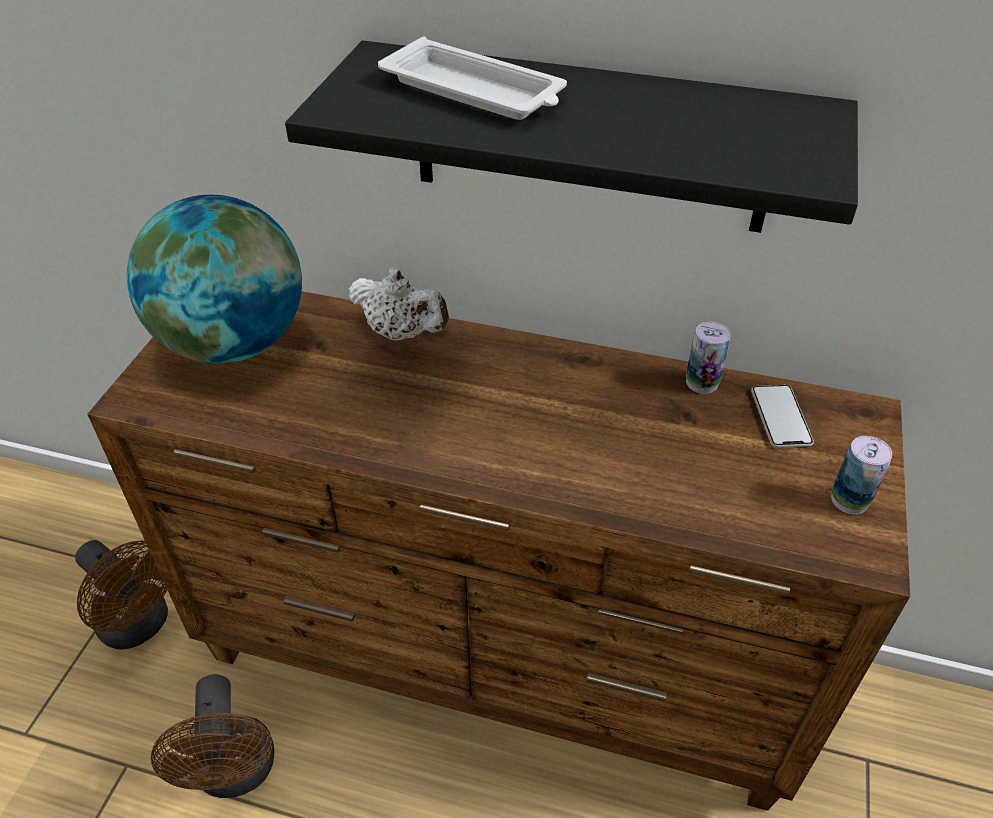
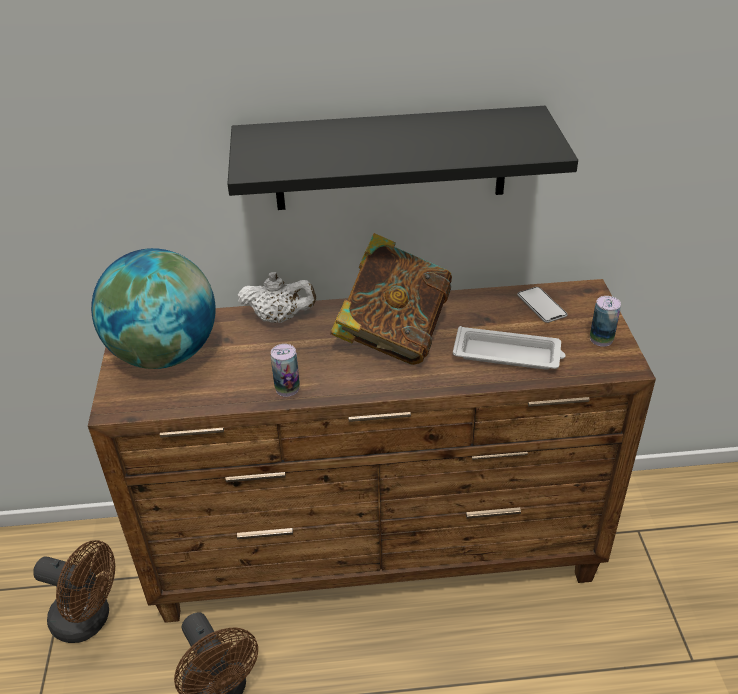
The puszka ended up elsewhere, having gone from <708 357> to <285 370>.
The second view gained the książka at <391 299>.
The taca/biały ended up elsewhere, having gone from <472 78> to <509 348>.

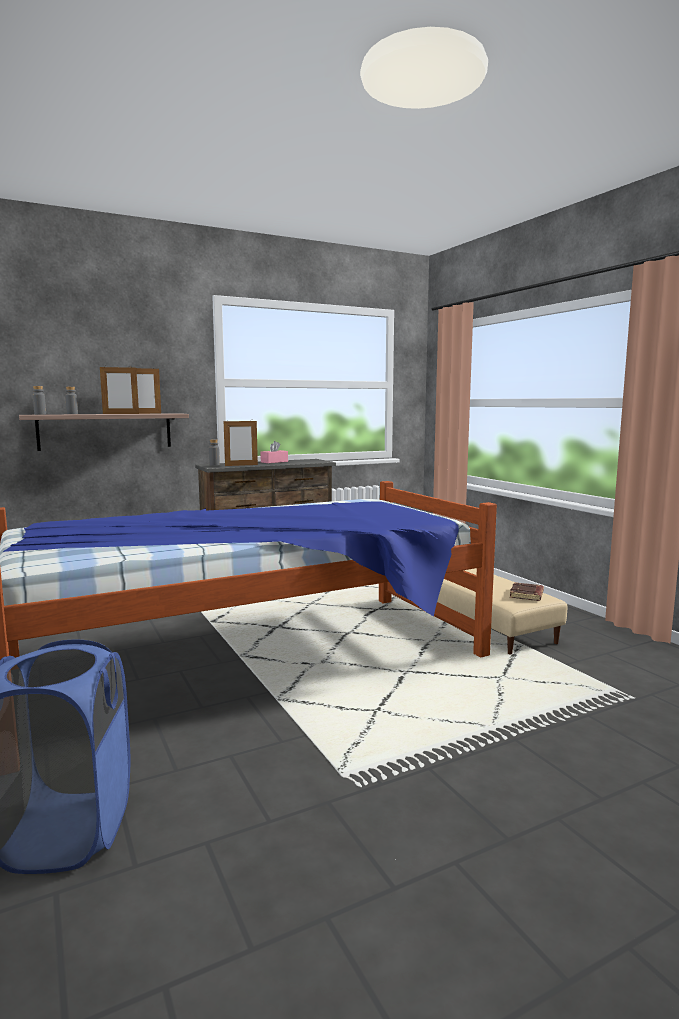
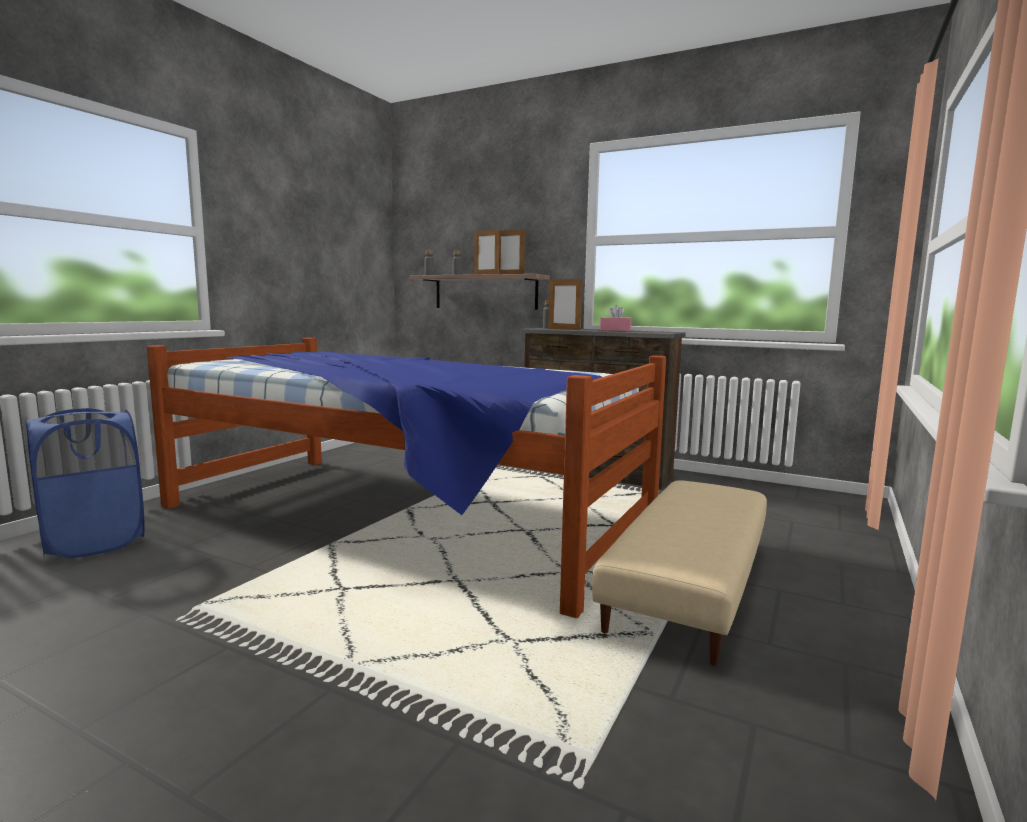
The second view lost the książka/brązowy at <527 591>.

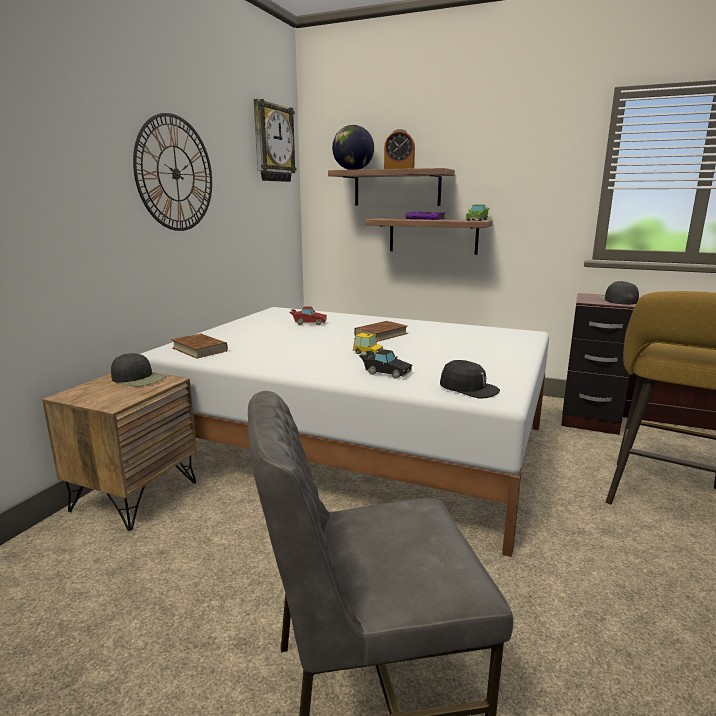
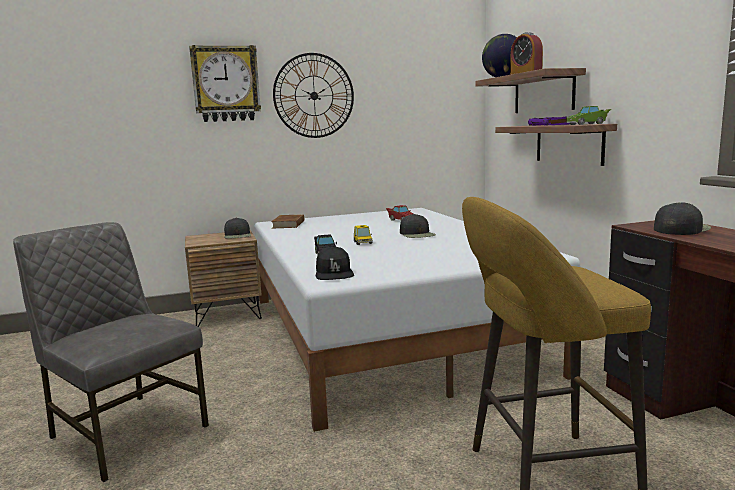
The zegar ścienny ended up elsewhere, having gone from <275 140> to <225 83>.
Where the książka/brązowy stood at <381 331>, the czapka z daszkiem/czarny came to stand at <418 226>.

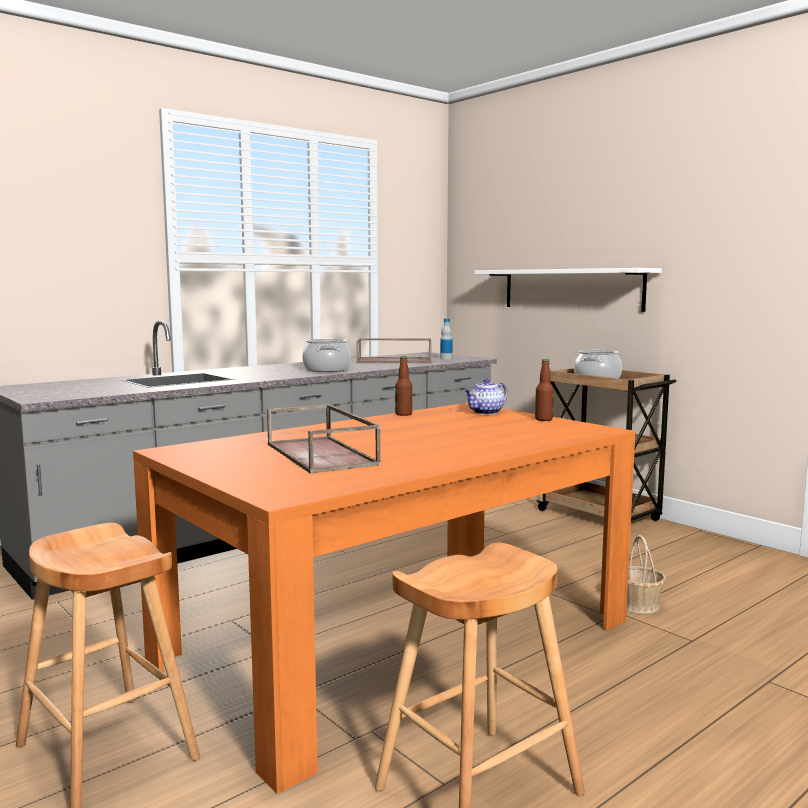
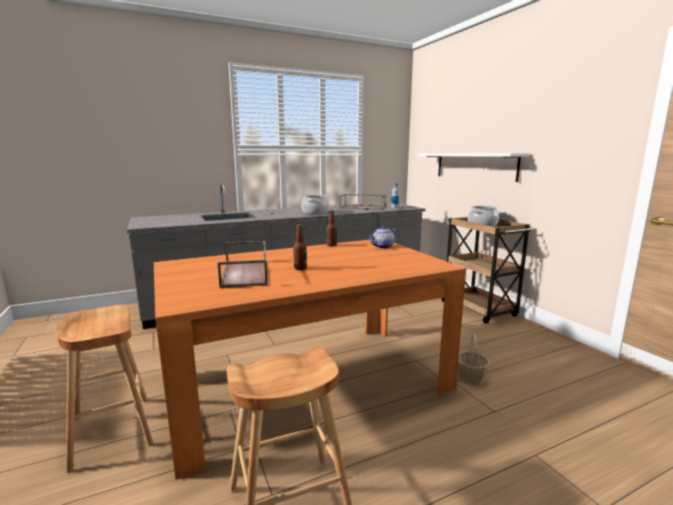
The butelka ended up elsewhere, having gone from <544 390> to <300 247>.

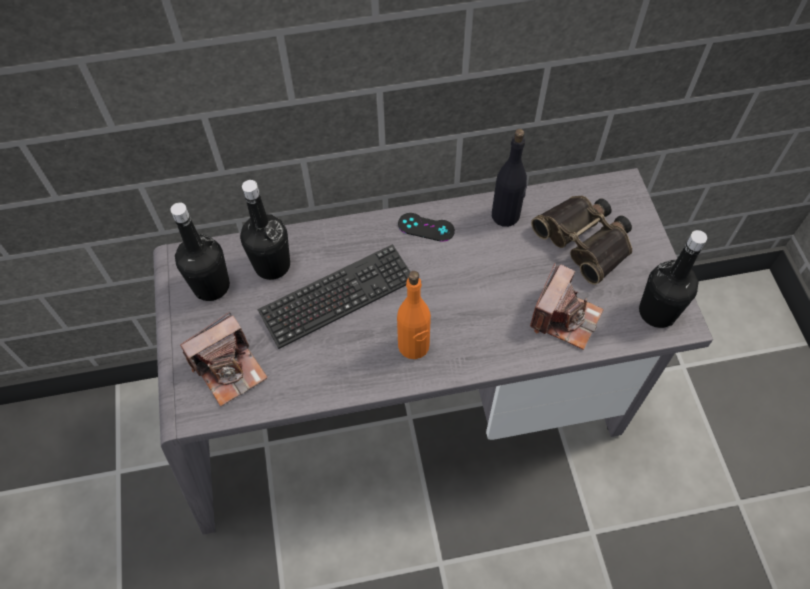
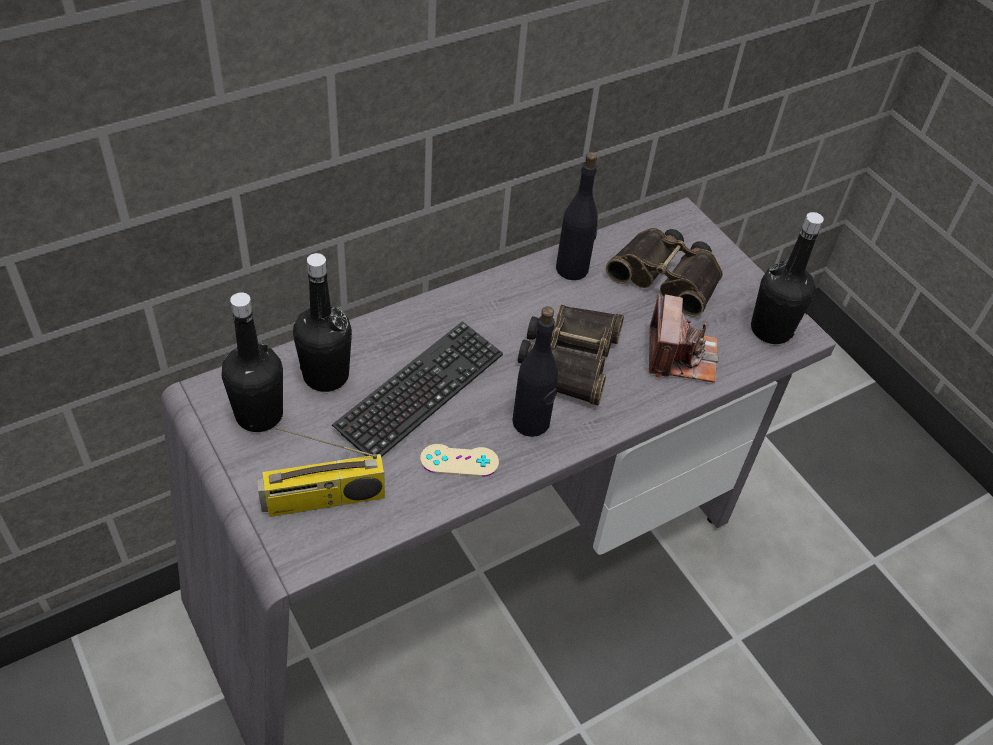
Where the aparat fotograficzny stood at <224 359>, the radio came to stand at <321 472>.
The second view gained the pad do gier/beżowy at <459 460>.
What was the butelka/pomarańczowy at <414 315> turned into the butelka/czarny at <535 371>.
The second view gained the lornetka at <571 354>.
The second view lost the pad do gier/czarny at <426 227>.

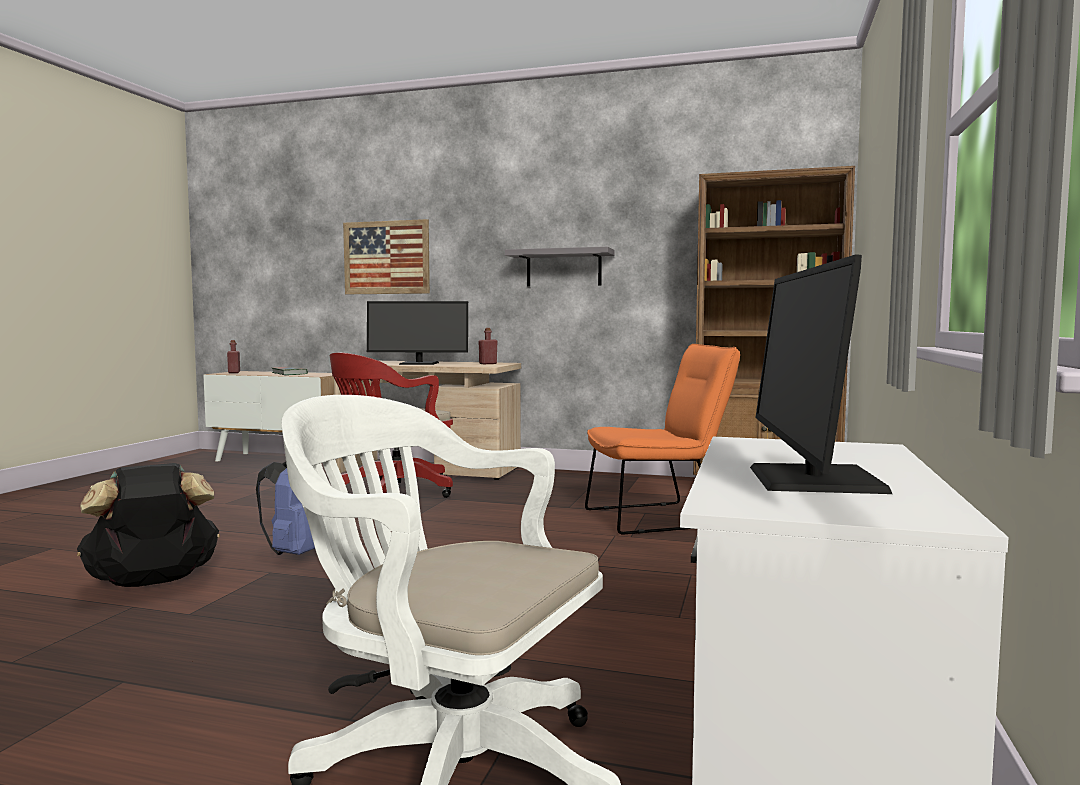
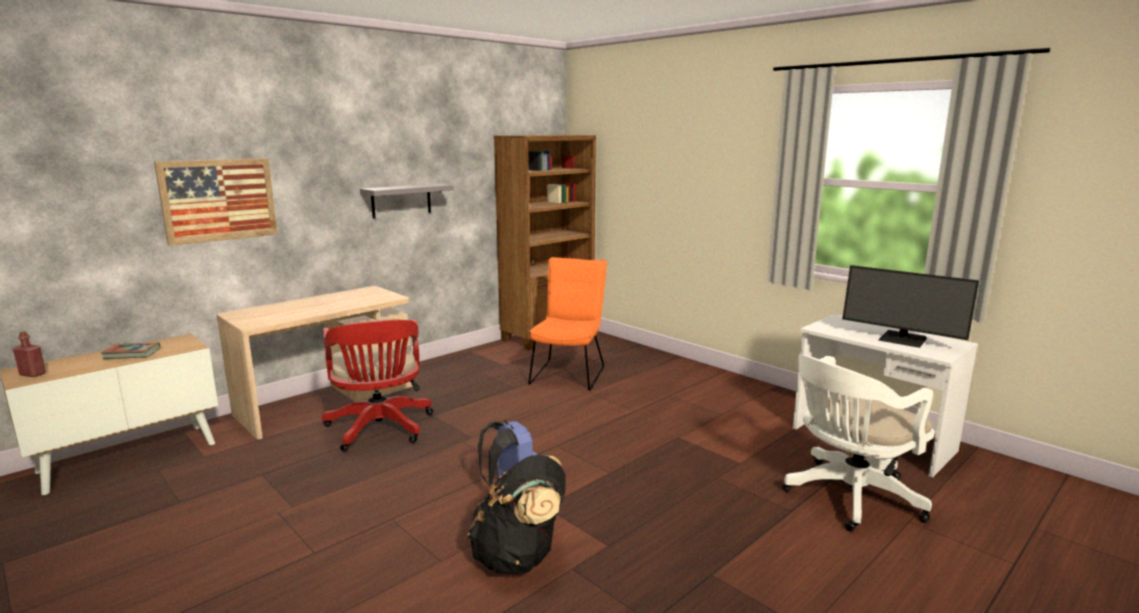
The second view lost the monitor at <417 333>.
The second view lost the butelka/czerwony at <488 346>.

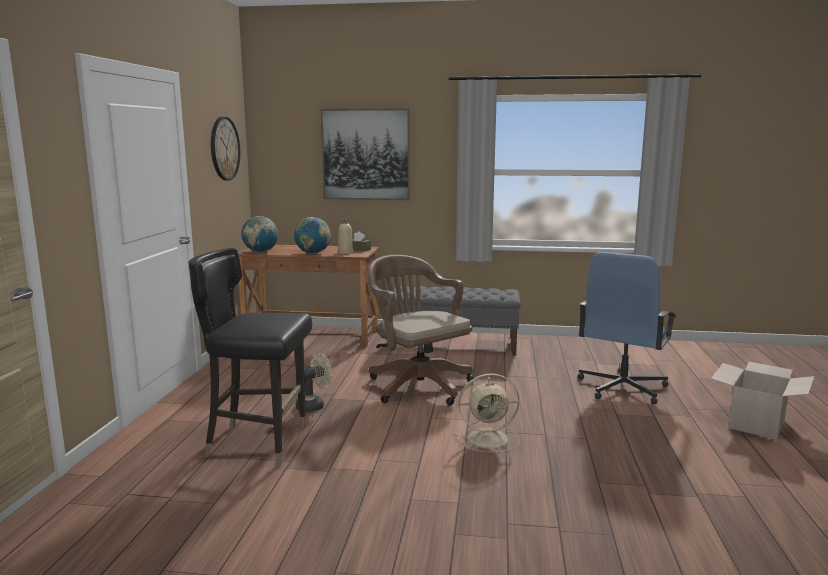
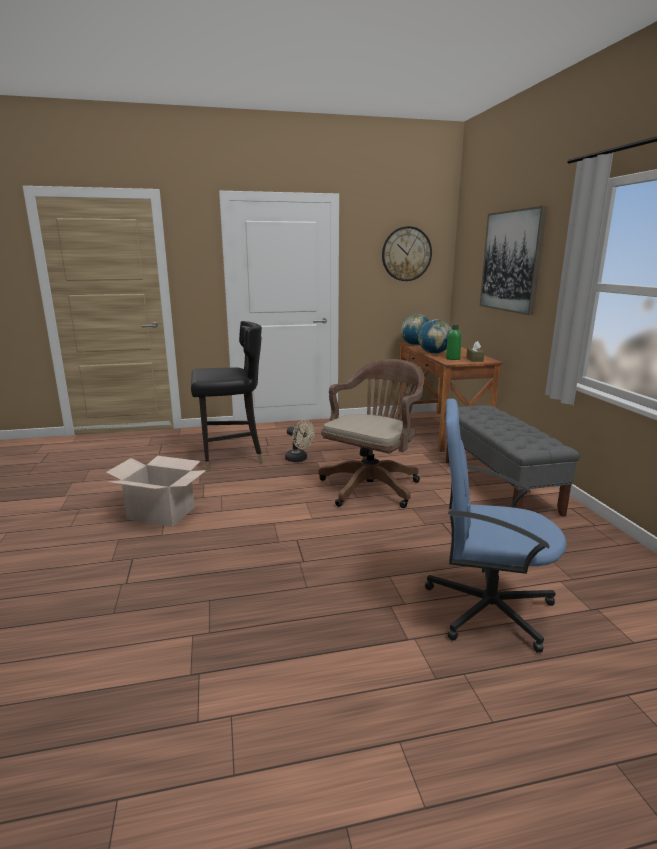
The karton ended up elsewhere, having gone from <763 401> to <156 491>.
The krzesło/czarny at <250 357> ended up facing another way, 90 degrees clockwise from before.
What was the butelka/beżowy at <345 236> turned into the butelka/zielony at <453 342>.
The second view lost the wentylator/beżowy at <487 413>.

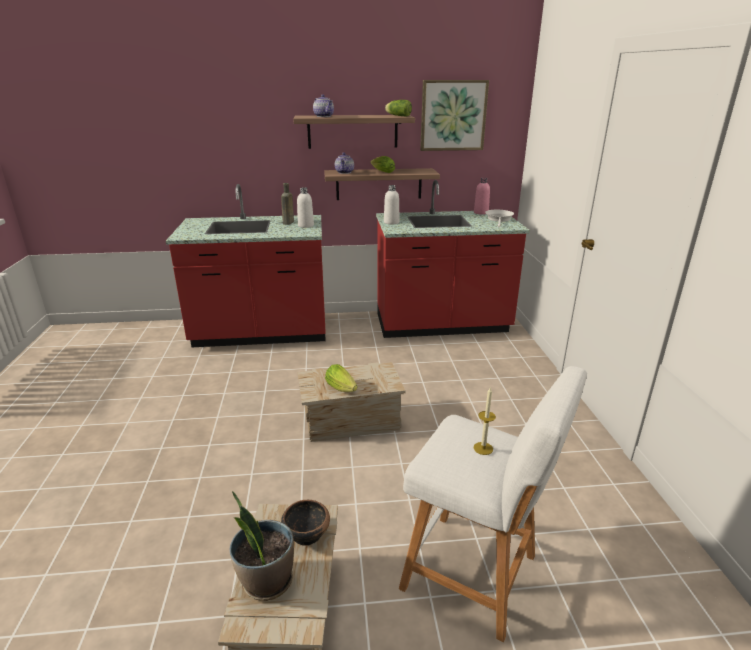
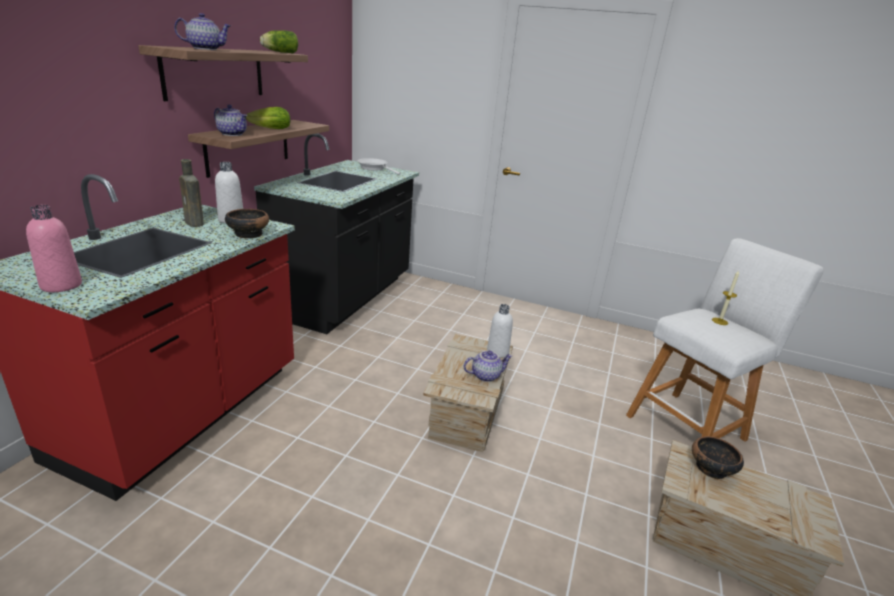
The butelka/różowy ended up elsewhere, having gone from <482 196> to <54 248>.
The second view gained the miska at <247 223>.
What was the zabudowa kuchenna/czerwony at <453 259> turned into the zabudowa kuchenna/czarny at <336 233>.
Where the sałata stood at <341 378>, the imbryk came to stand at <488 366>.
The butelka/biały ended up elsewhere, having gone from <391 205> to <500 331>.
The second view lost the roślina doniczkowa at <261 546>.
The second view lost the obraz at <454 115>.

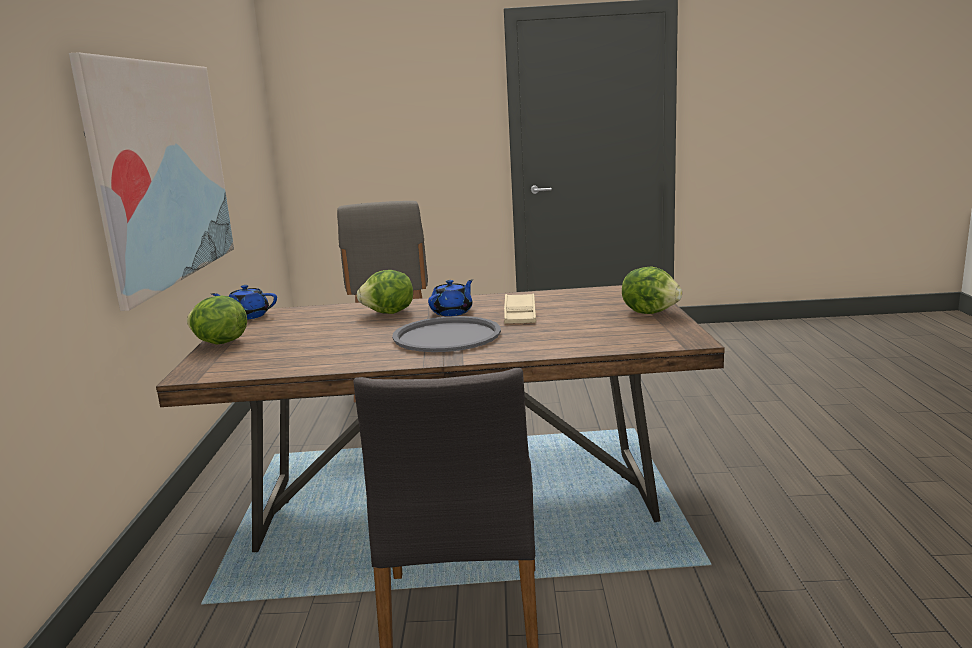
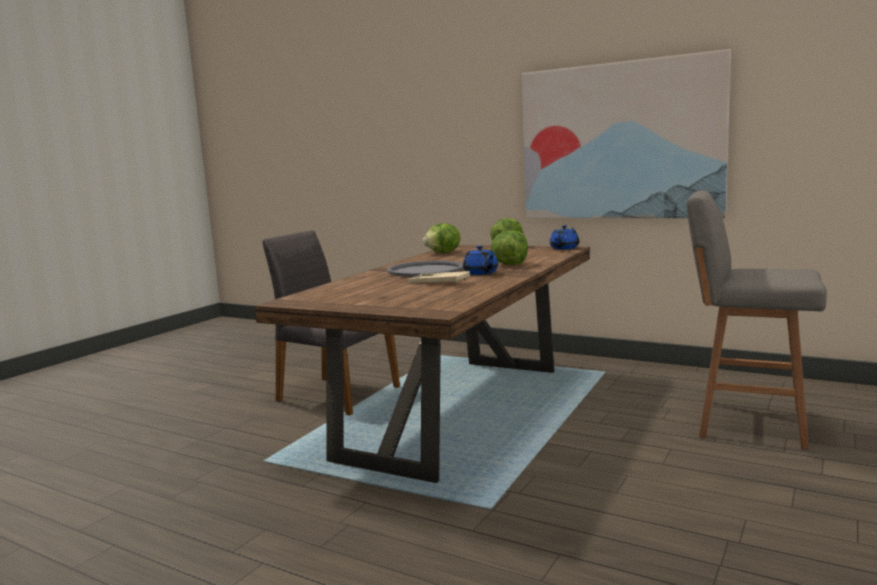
The sałata ended up elsewhere, having gone from <652 290> to <441 238>.

